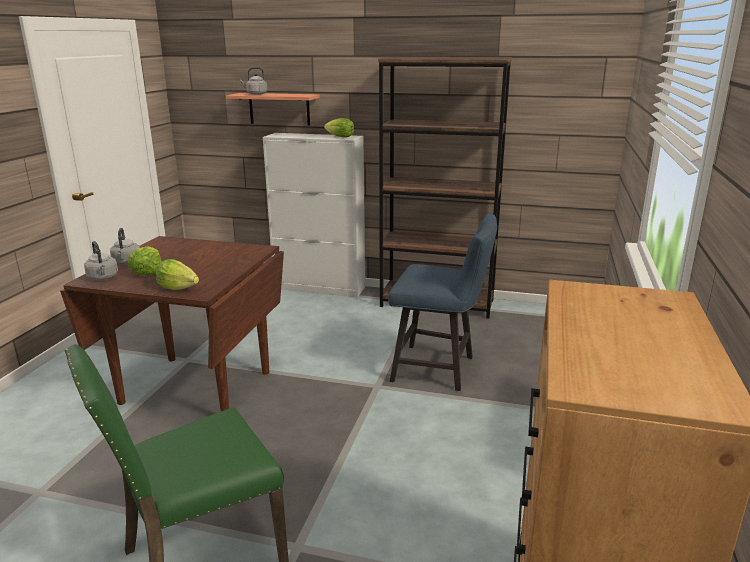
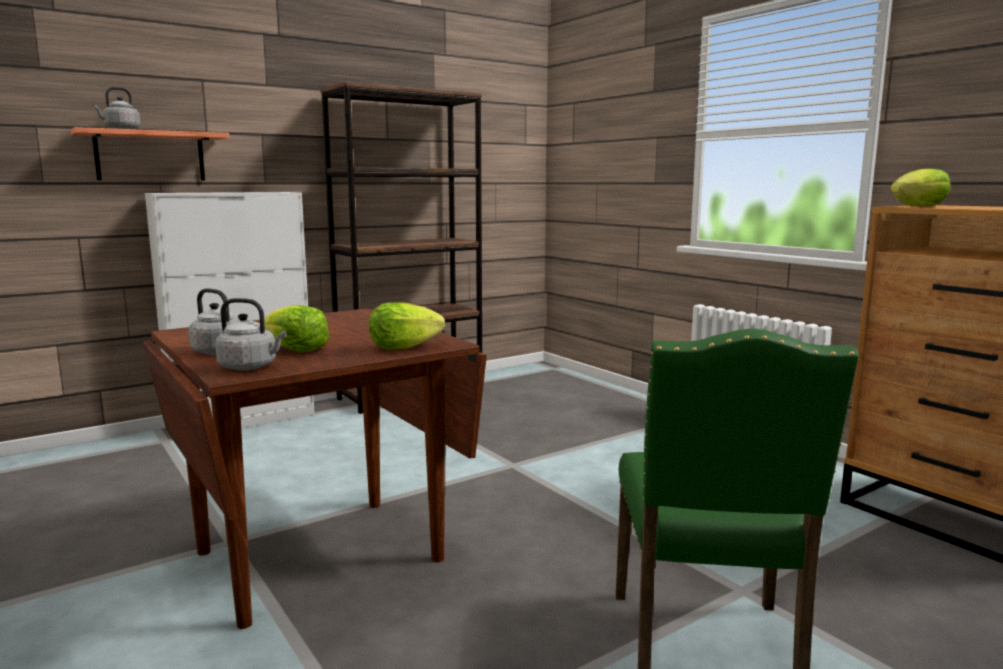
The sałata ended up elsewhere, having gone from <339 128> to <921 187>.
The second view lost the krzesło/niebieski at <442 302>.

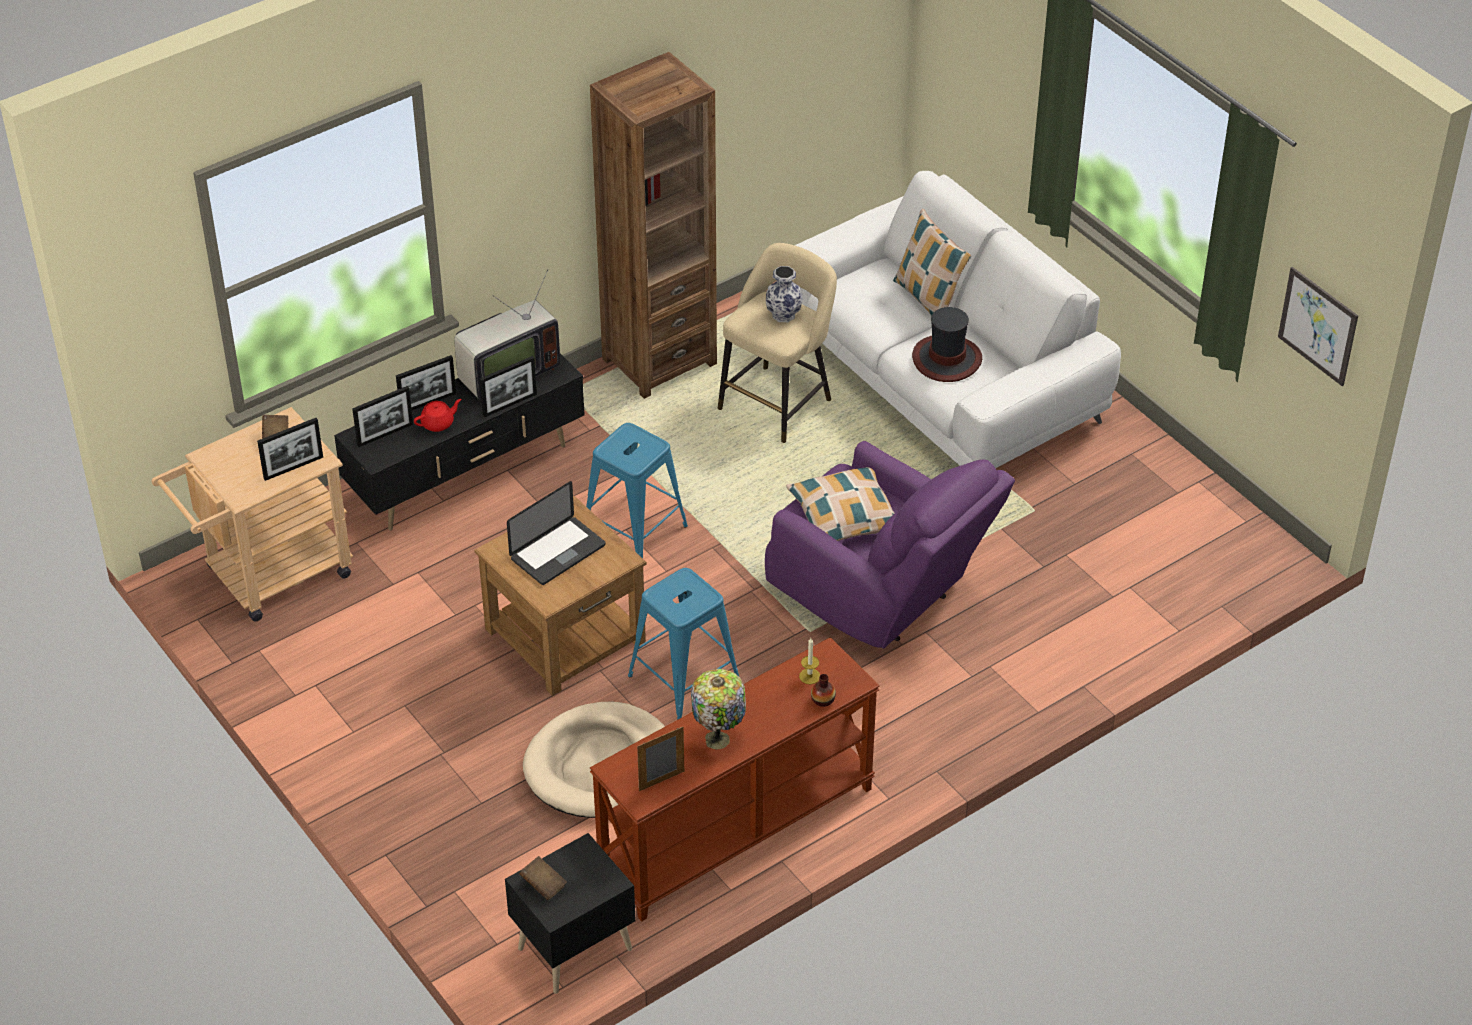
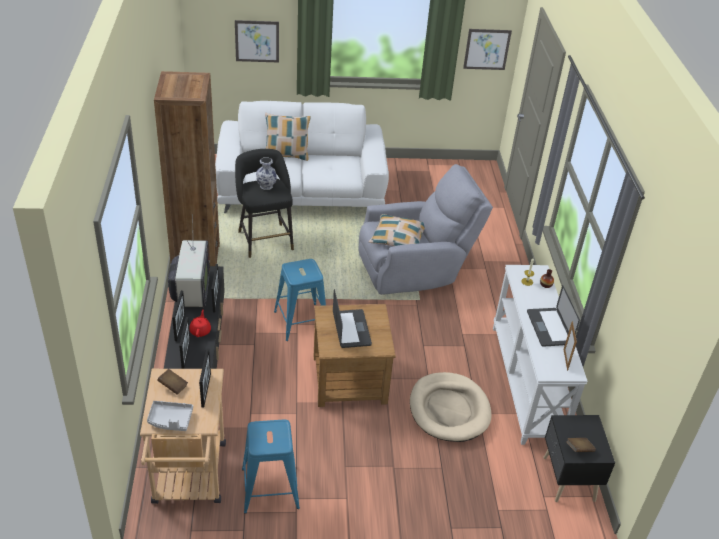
The second view gained the taca/szary at <170 416>.
The second view gained the obraz at <257 41>.
What was the stołek/beżowy at <777 343> turned into the stołek/czarny at <264 203>.
The stołek/niebieski ended up elsewhere, having gone from <683 644> to <271 467>.
What was the fotel/fioletowy at <890 544> turned into the fotel/szary at <425 229>.
What was the stolik konsolowy/brązowy at <735 779> turned into the stolik konsolowy/biały at <540 355>.
Where the lampa stołowa stood at <718 709>, the laptop came to stand at <553 316>.
The second view lost the kapelusz at <947 344>.

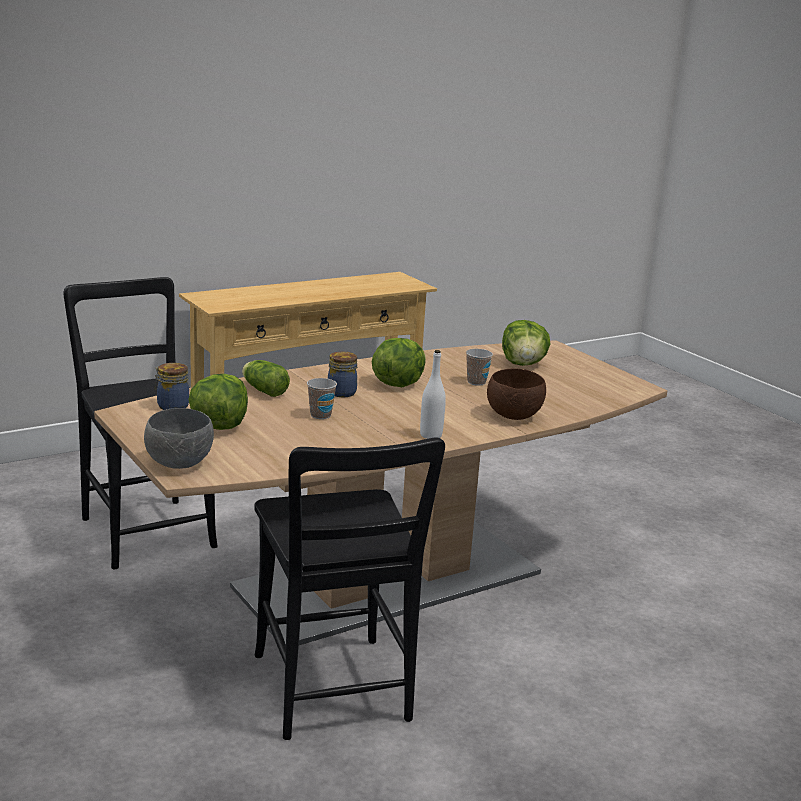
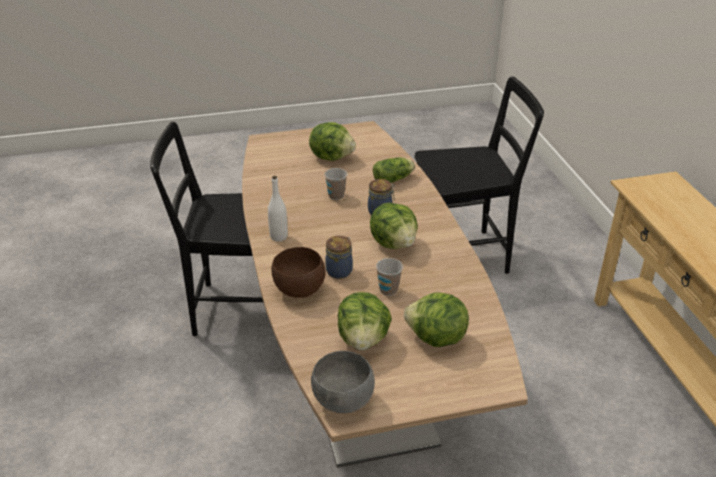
The miska/szary ended up elsewhere, having gone from <179 438> to <343 382>.
The słoik ended up elsewhere, having gone from <172 386> to <339 257>.
The second view gained the sałata at <365 321>.

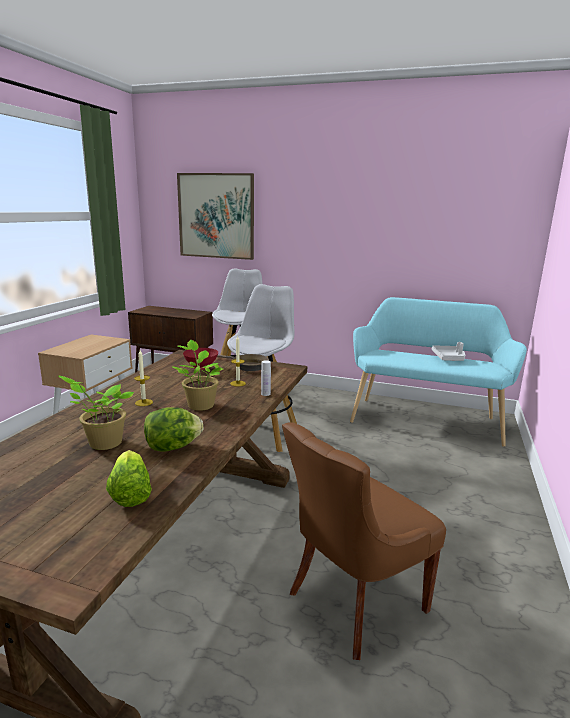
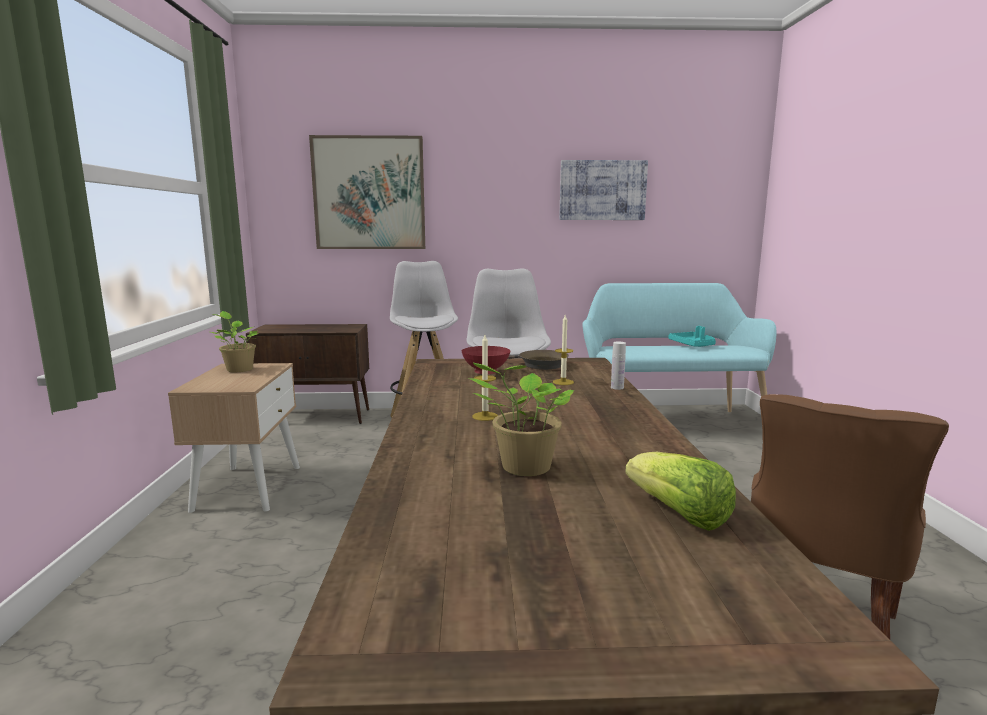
The roślina doniczkowa ended up elsewhere, having gone from <198 375> to <235 341>.
The second view gained the obraz at <603 190>.
What was the taca/szary at <448 351> turned into the taca/turkusowy at <692 336>.
The second view lost the sałata at <173 429>.

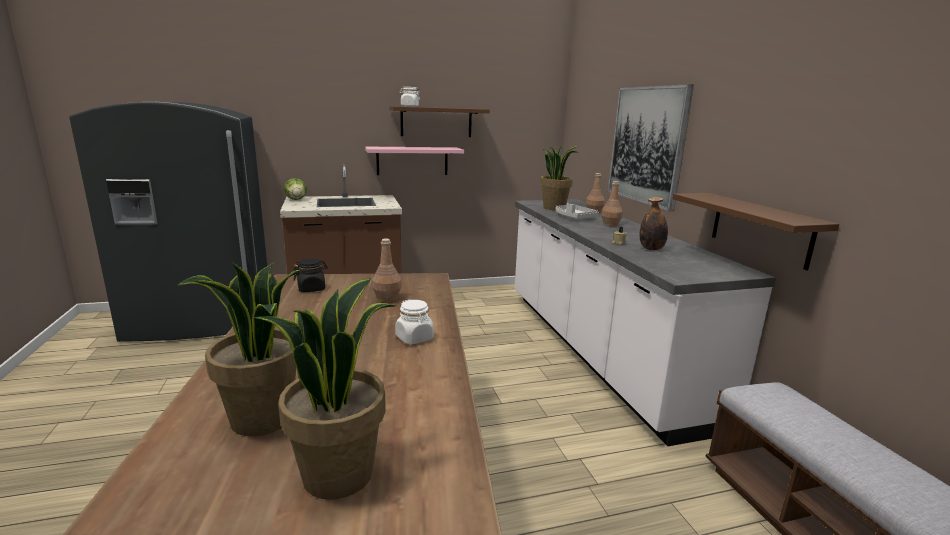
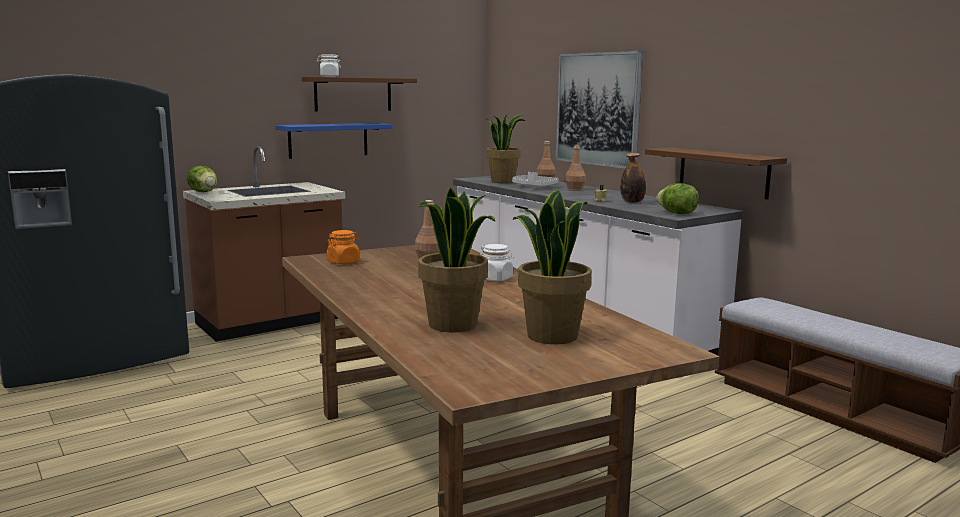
What was the półka/różowy at <414 161> turned into the półka/niebieski at <334 141>.
What was the słoik/czarny at <311 275> turned into the słoik/pomarańczowy at <343 247>.
The second view gained the sałata at <677 198>.

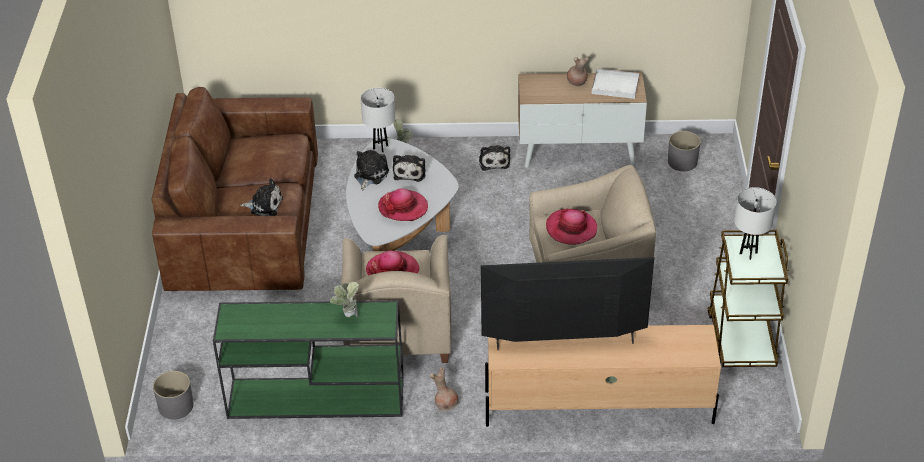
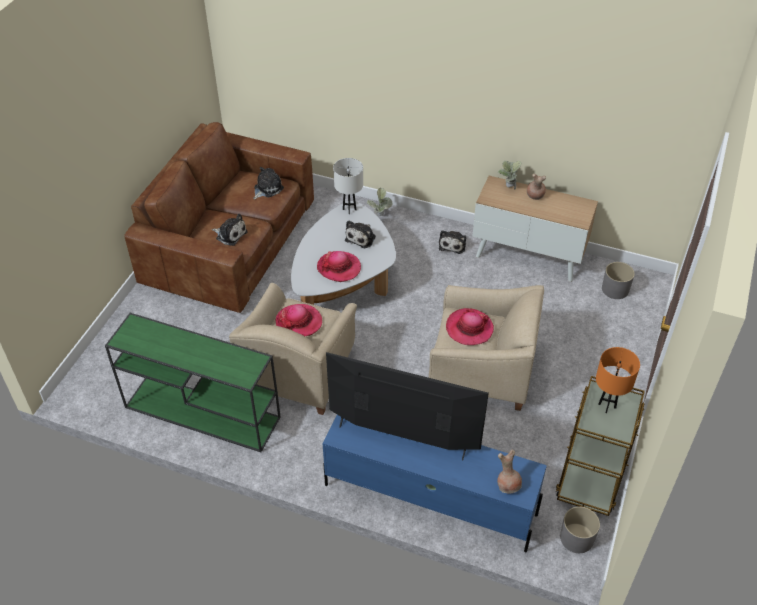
The pluszak ended up elsewhere, having gone from <371 170> to <268 183>.
What was the szafka pod telewizor/beżowy at <603 376> turned into the szafka pod telewizor/niebieski at <434 484>.
The wazon/brązowy ended up elsewhere, having gone from <444 389> to <509 472>.
The roślina doniczkowa ended up elsewhere, having gone from <344 300> to <510 175>.
The donica/szary ended up elsewhere, having gone from <173 395> to <580 529>.
What was the lampa stołowa/biały at <755 223> turned into the lampa stołowa/pomarańczowy at <618 380>.
The second view lost the taca/biały at <615 83>.

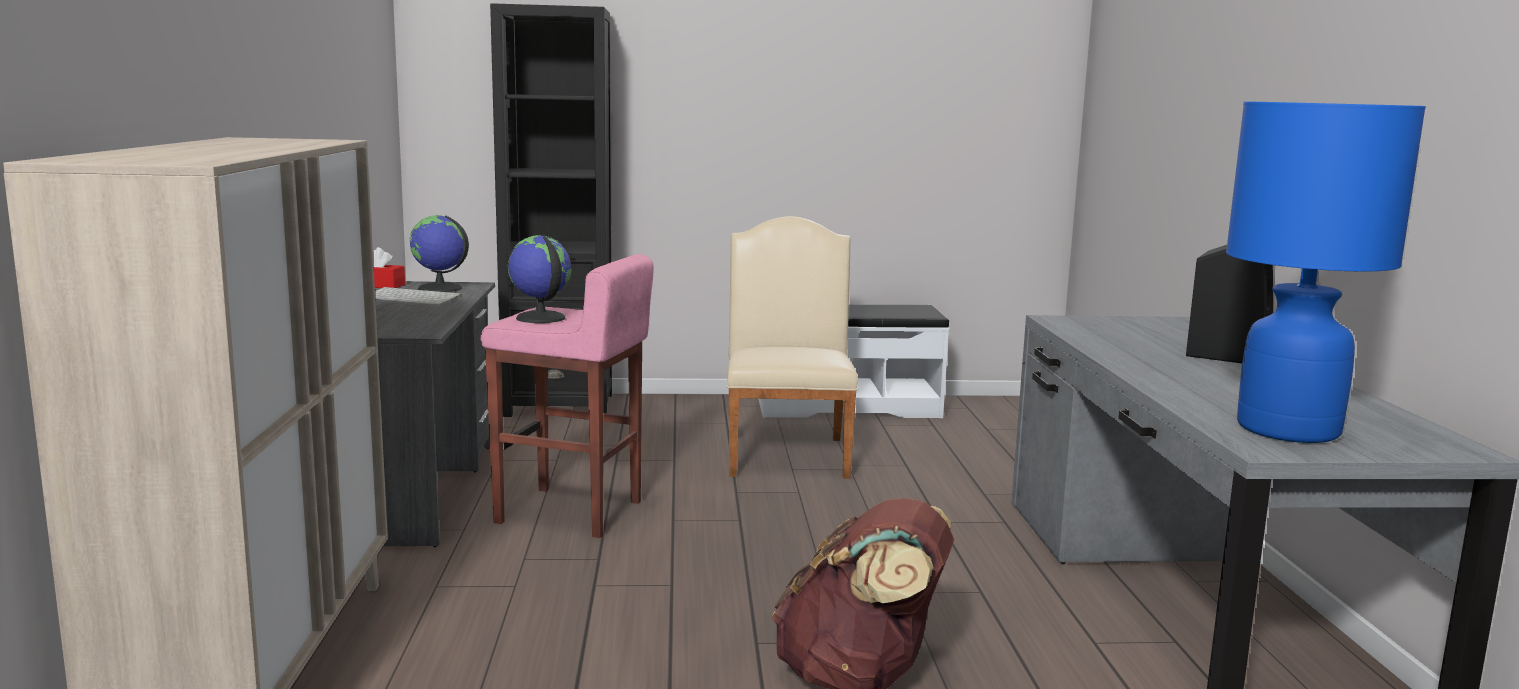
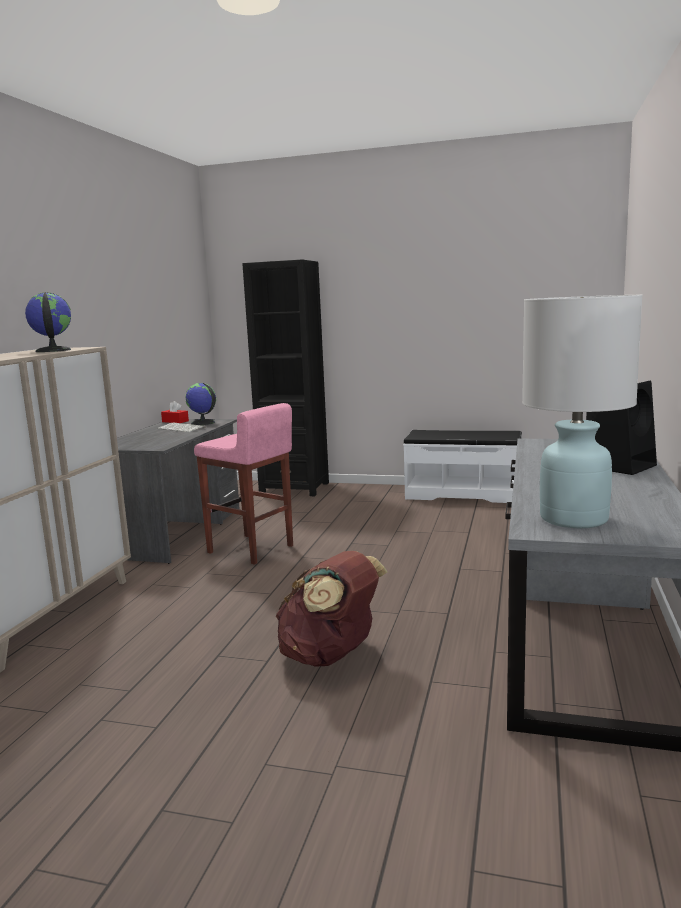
The globus ended up elsewhere, having gone from <540 279> to <48 322>.
What was the lampa stołowa/niebieski at <1326 272> turned into the lampa stołowa/biały at <582 411>.
The second view lost the krzesło/beżowy at <792 347>.

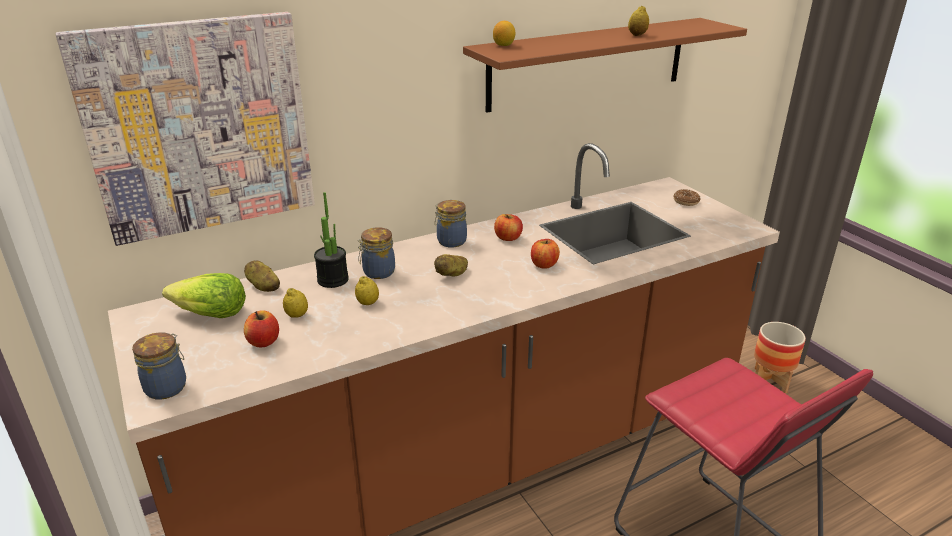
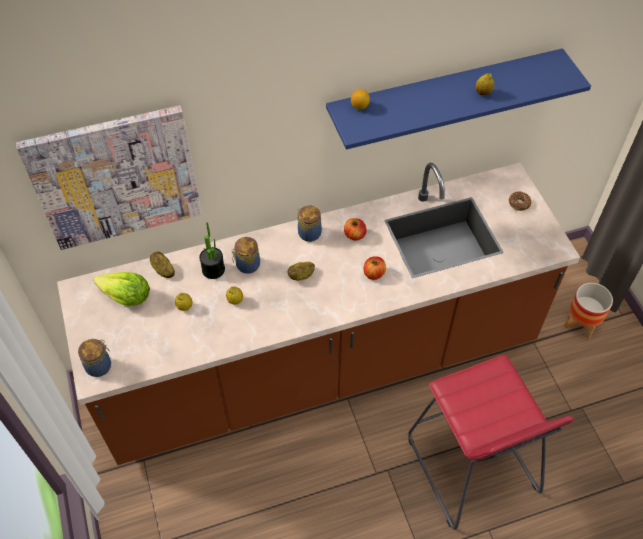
What was the półka/brązowy at <605 65> turned into the półka/niebieski at <458 99>.
The second view lost the jabłko at <261 329>.

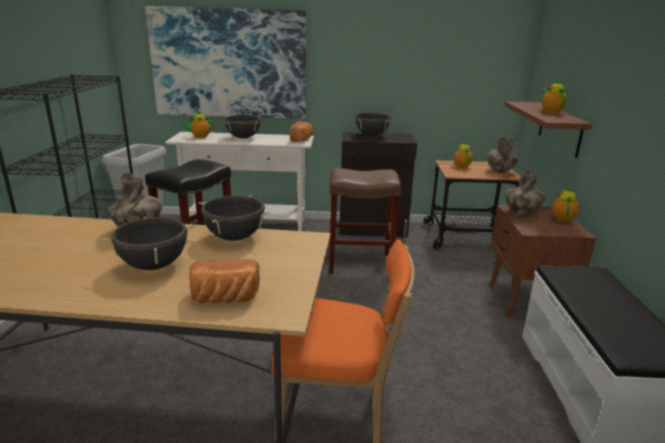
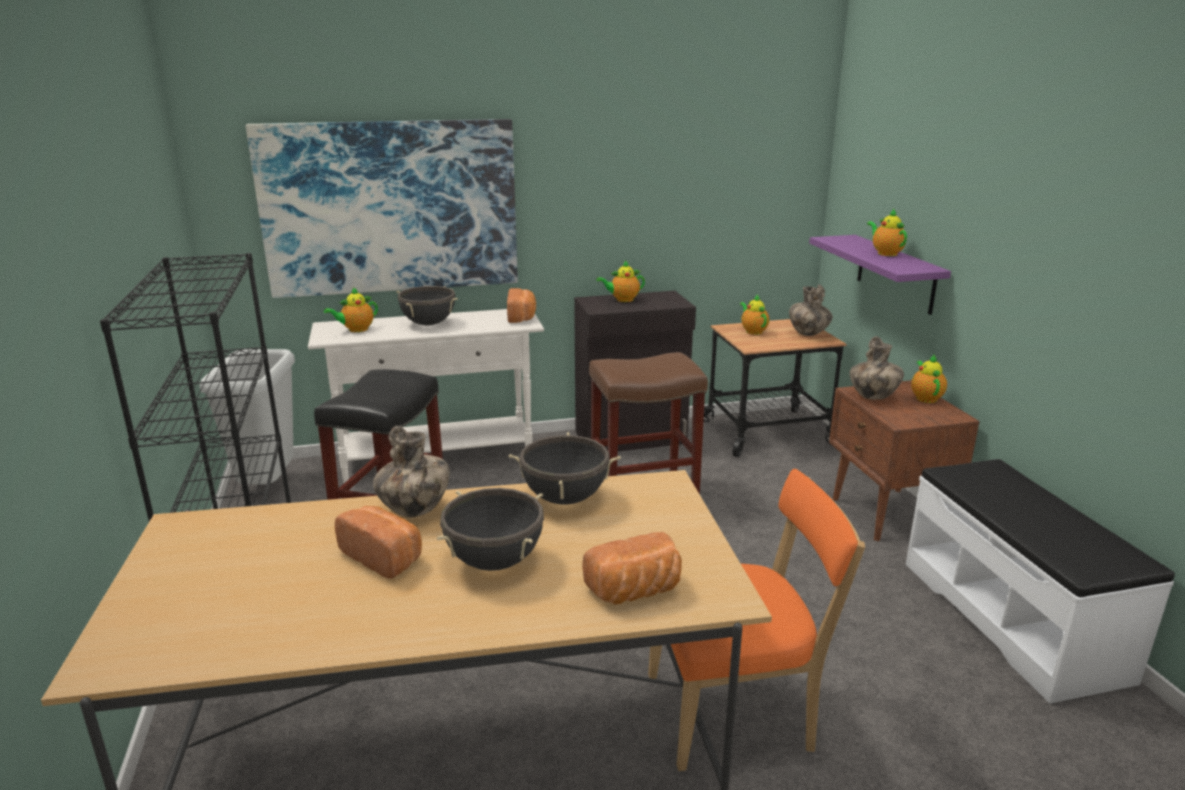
The second view gained the chleb at <378 542>.
Where the garnek/czarny stood at <373 124>, the imbryk came to stand at <620 281>.
What was the półka/brązowy at <548 129> turned into the półka/fioletowy at <880 275>.

